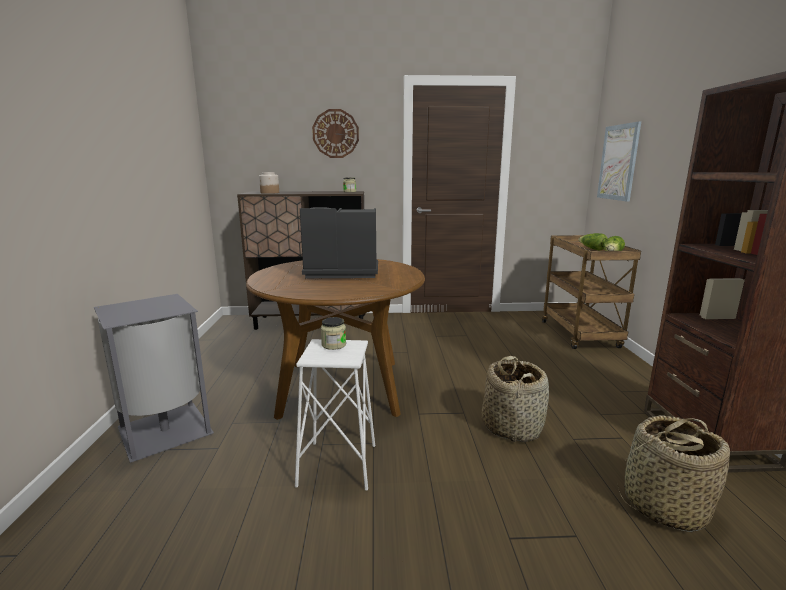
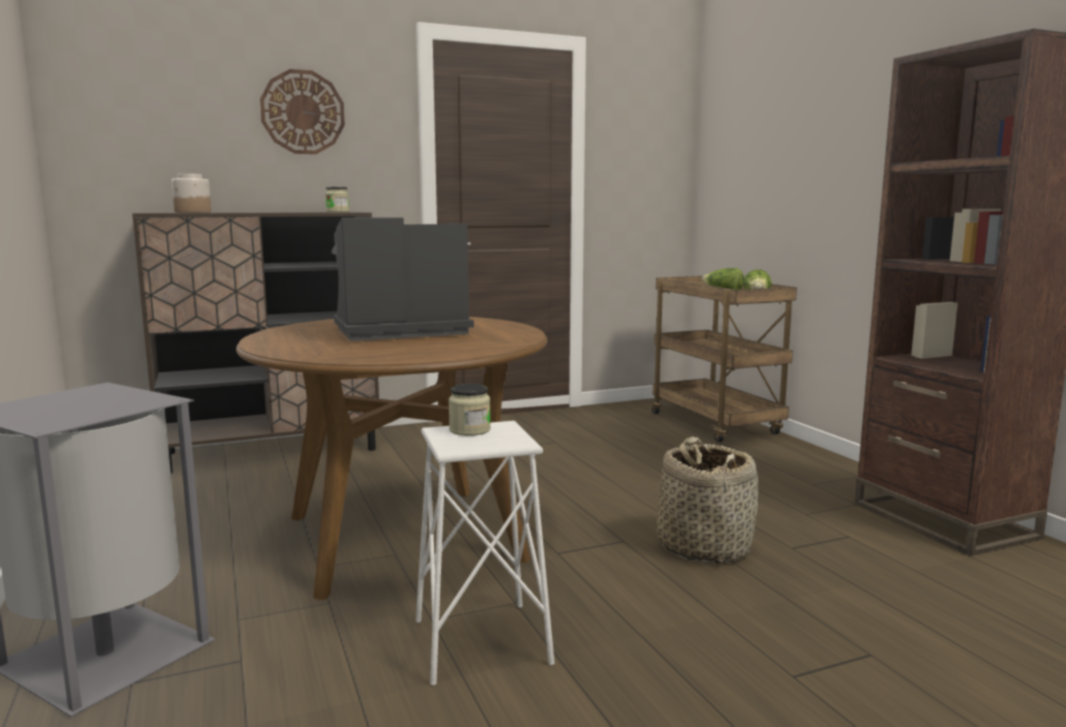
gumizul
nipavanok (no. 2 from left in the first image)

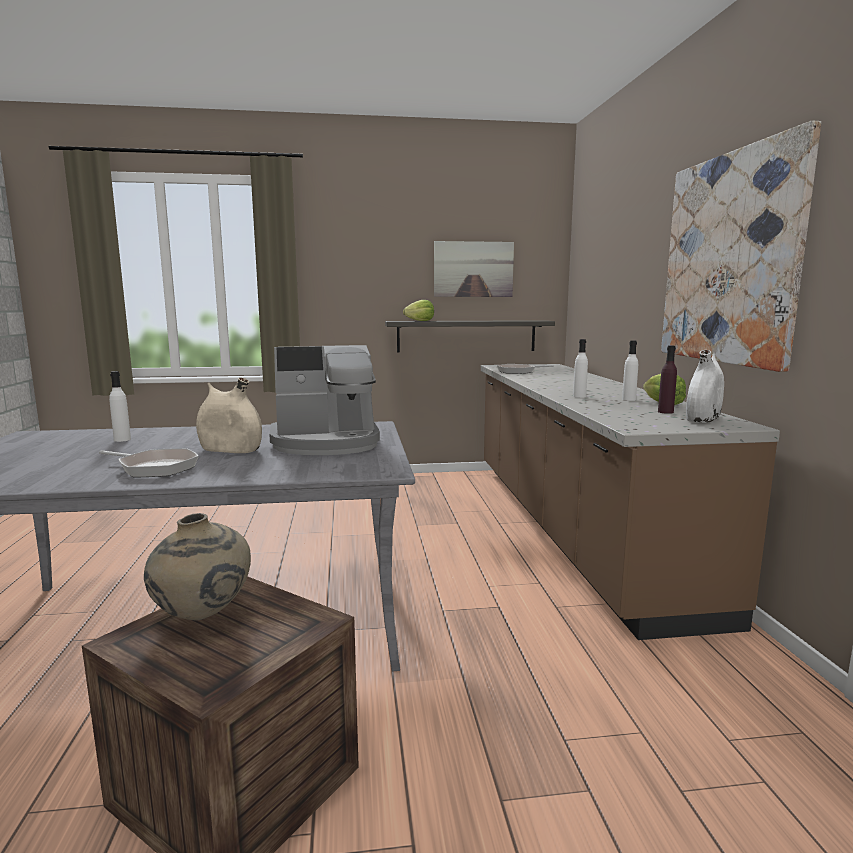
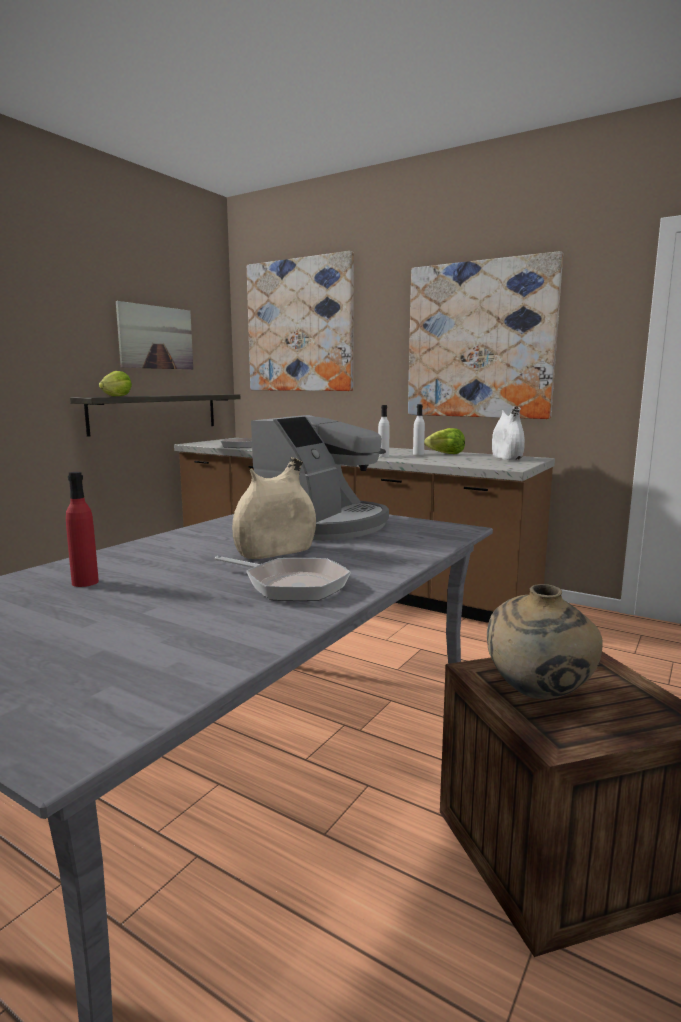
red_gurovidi
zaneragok (no. 2 from left)
gumizul (no. 2 from left)
purple_gurovidi

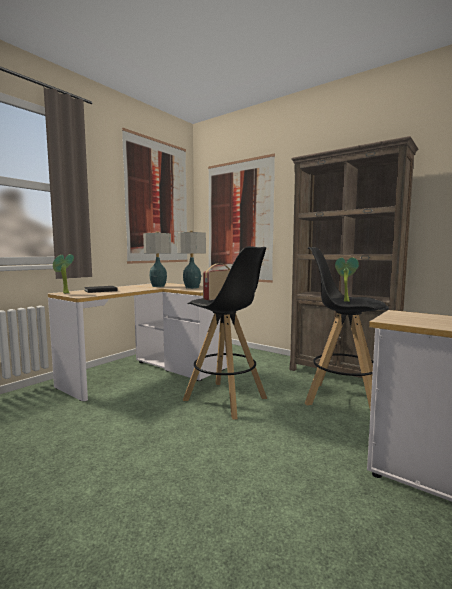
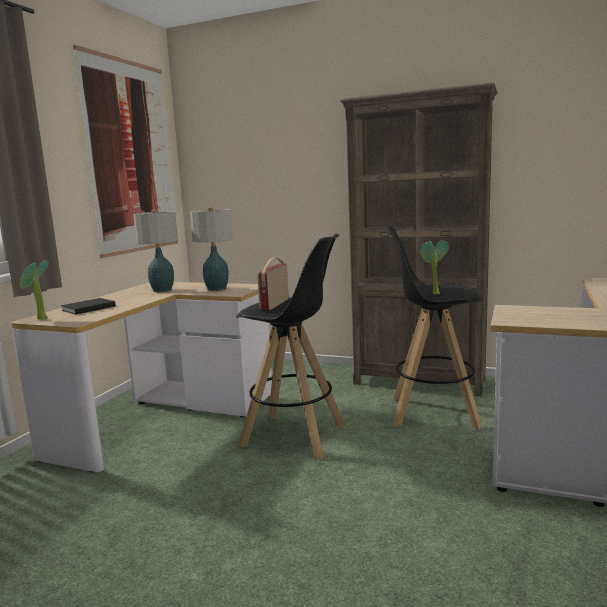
gumizul (no. 2 from left in the first image)

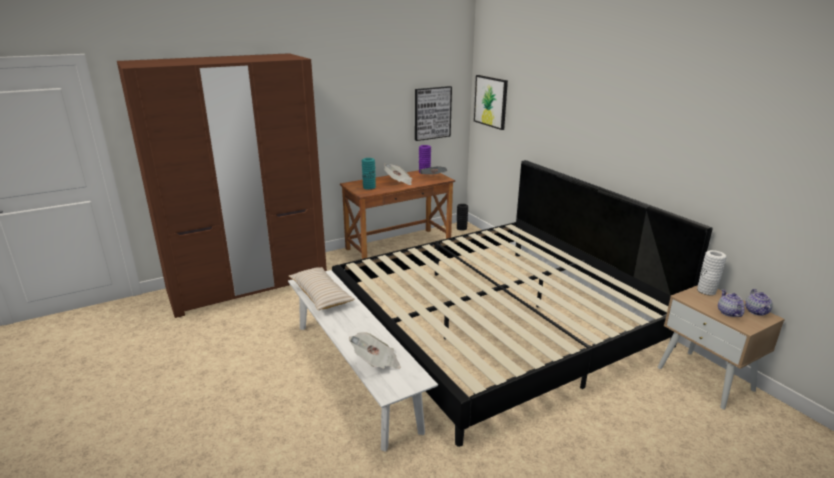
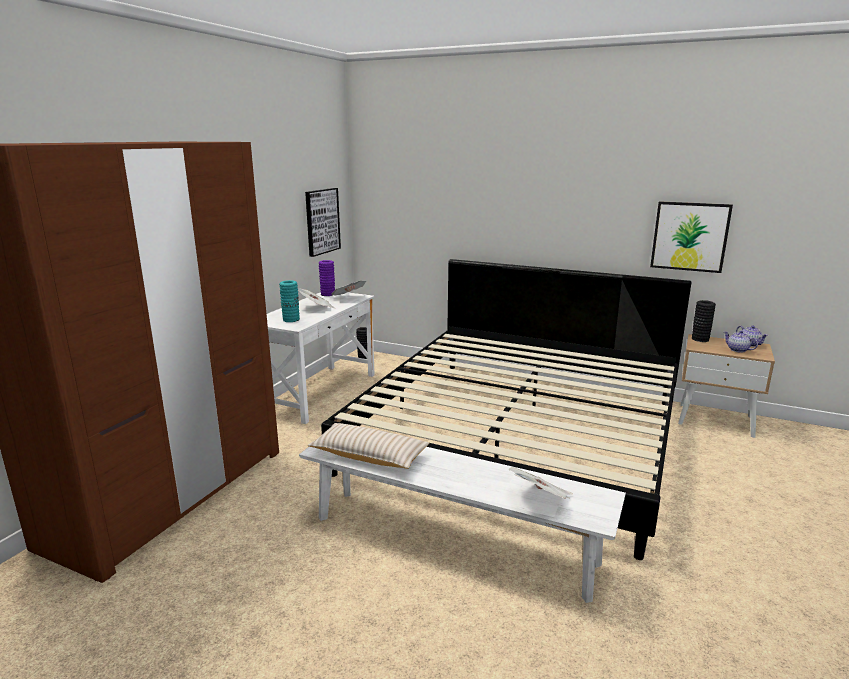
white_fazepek
gumizul (no. 2 from left)
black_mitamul (no. 2 from left)

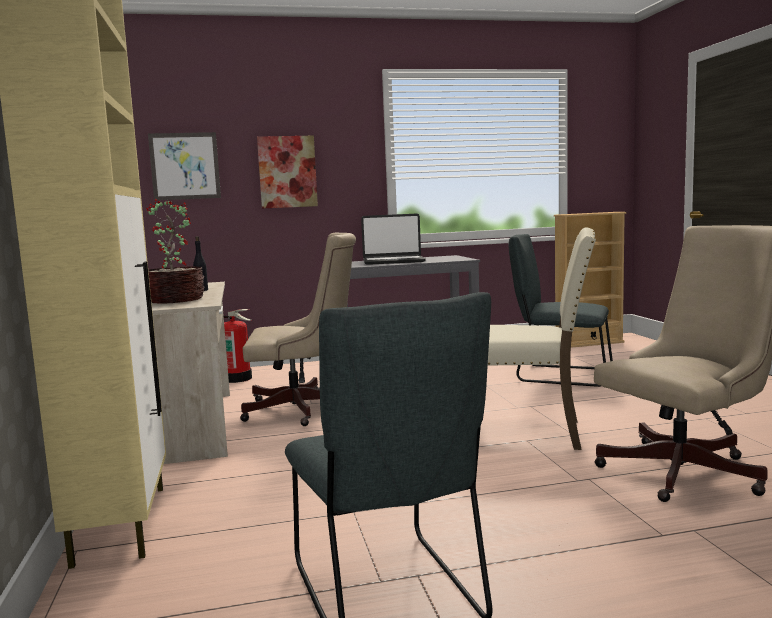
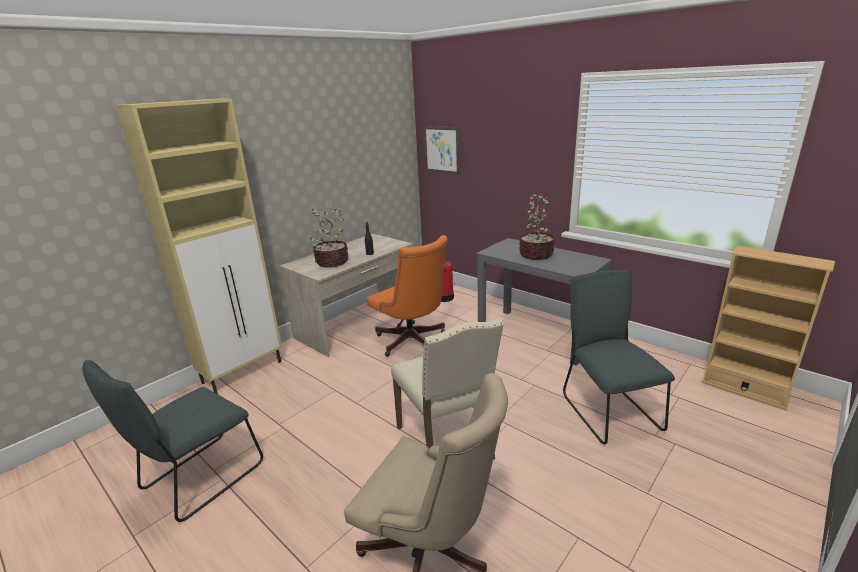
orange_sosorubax
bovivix (no. 2 from left)
gumizul (no. 2 from left in the first image)

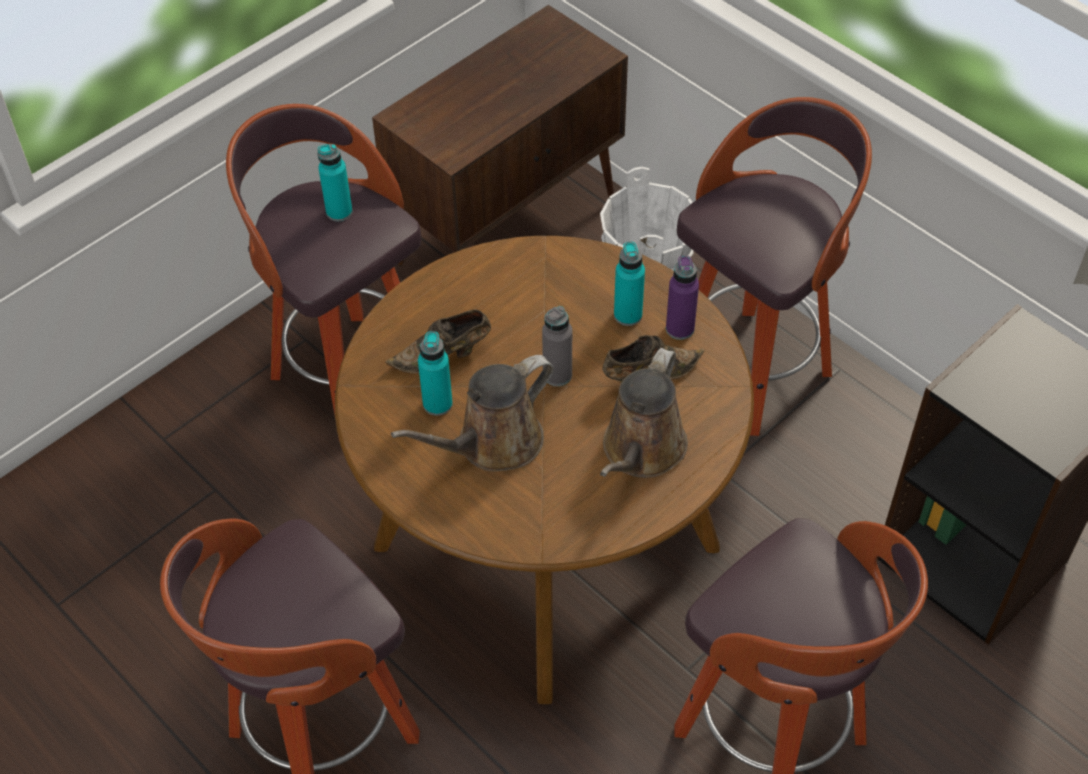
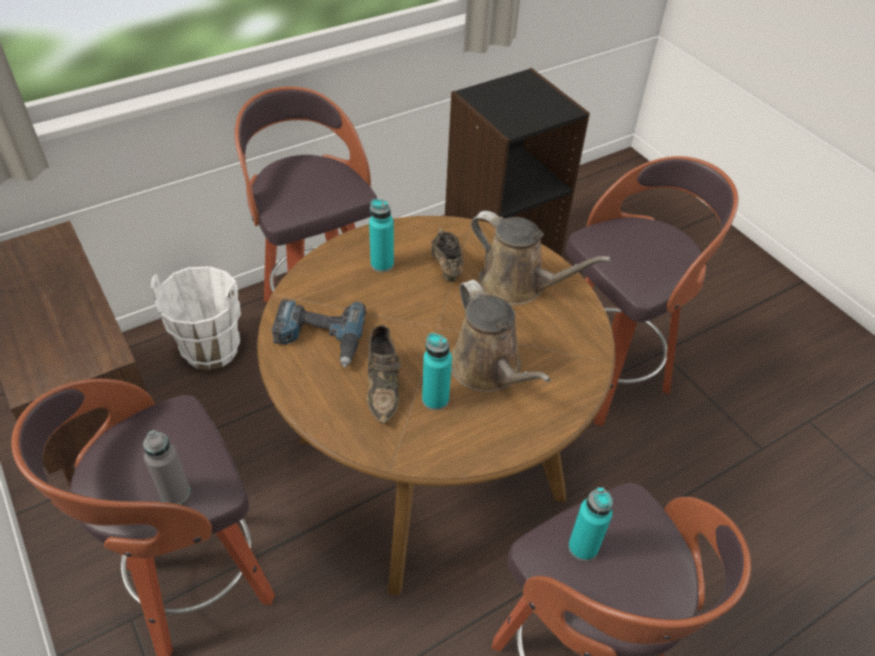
grey_gurovidi
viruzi
turquoise_gurovidi (no. 3 from left)
purple_gurovidi

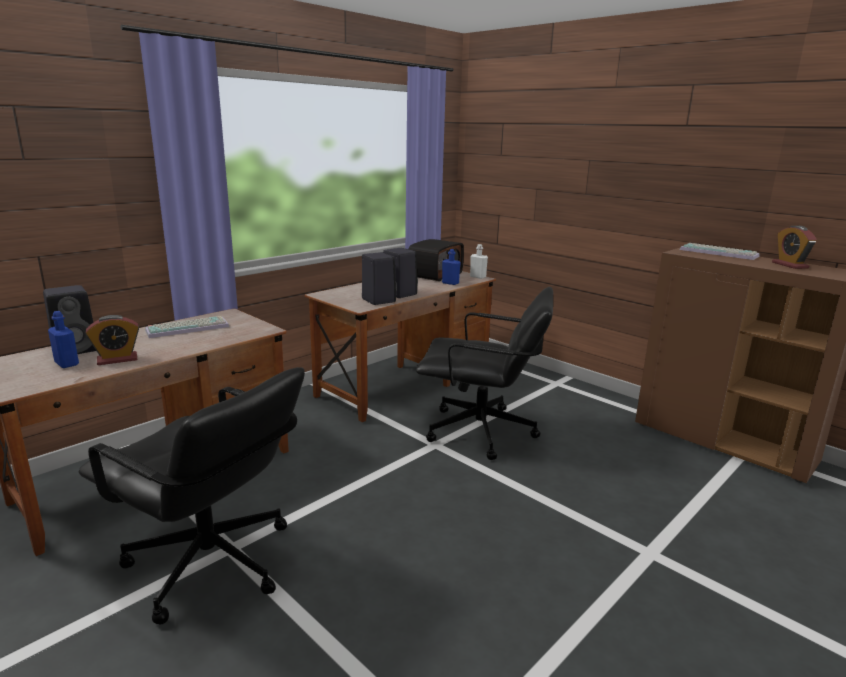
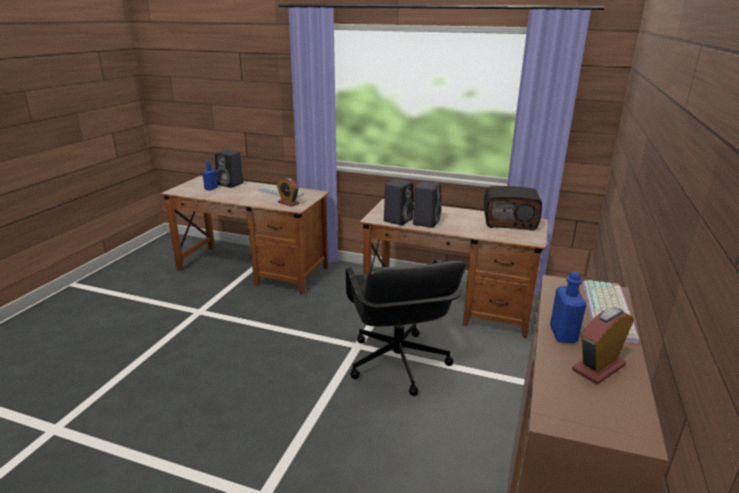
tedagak (no. 1 from left)
blue_gurovidi (no. 2 from left)
black_sosorubax (no. 1 from left in the first image)
white_gurovidi

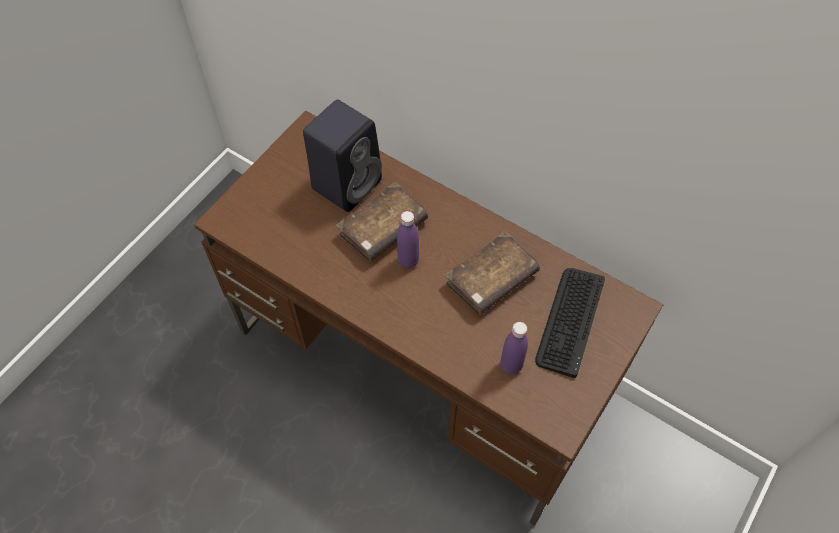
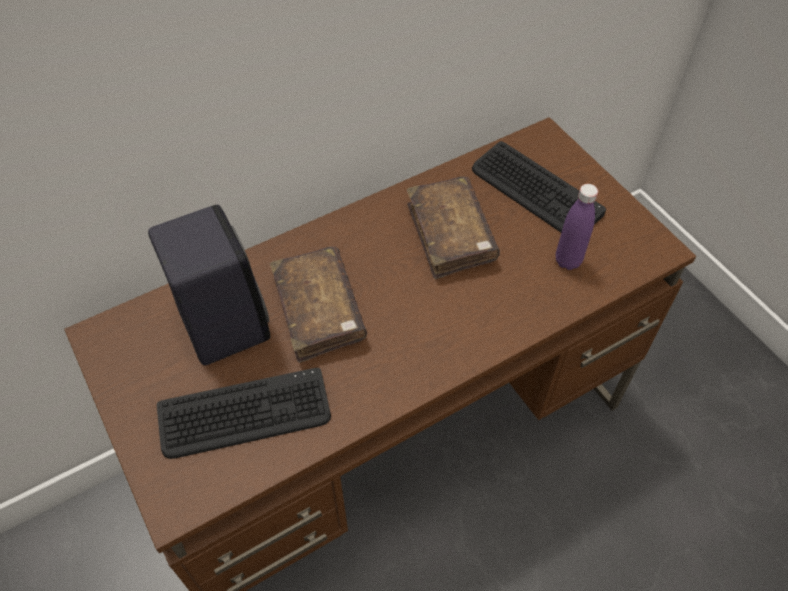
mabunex (no. 1 from left)
purple_gurovidi (no. 1 from left in the first image)

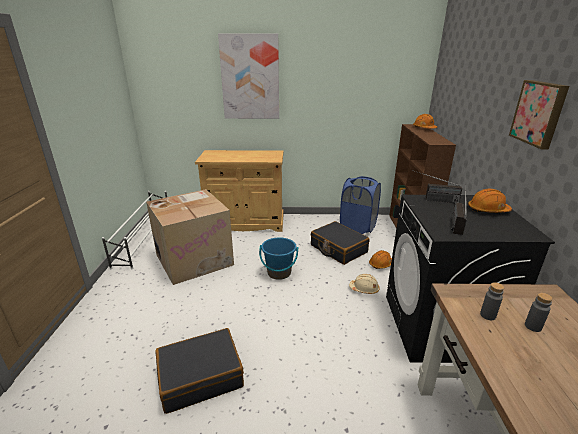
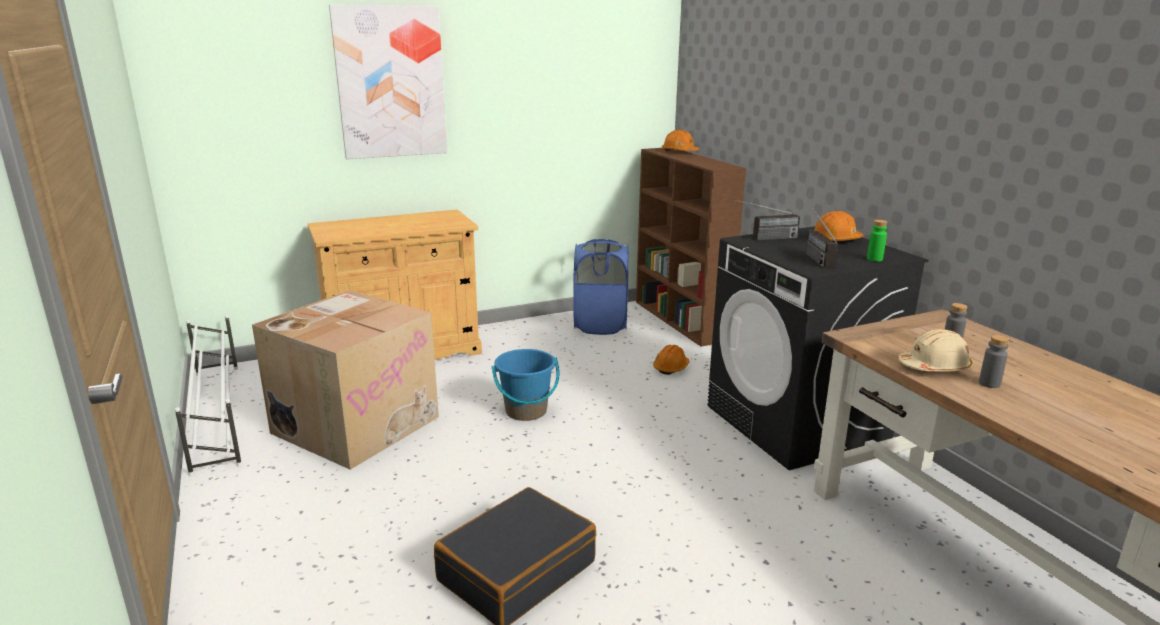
green_gurovidi
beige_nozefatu
grey_gurovidi (no. 2 from left)
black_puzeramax (no. 2 from left in the first image)
gumizul (no. 2 from left in the first image)

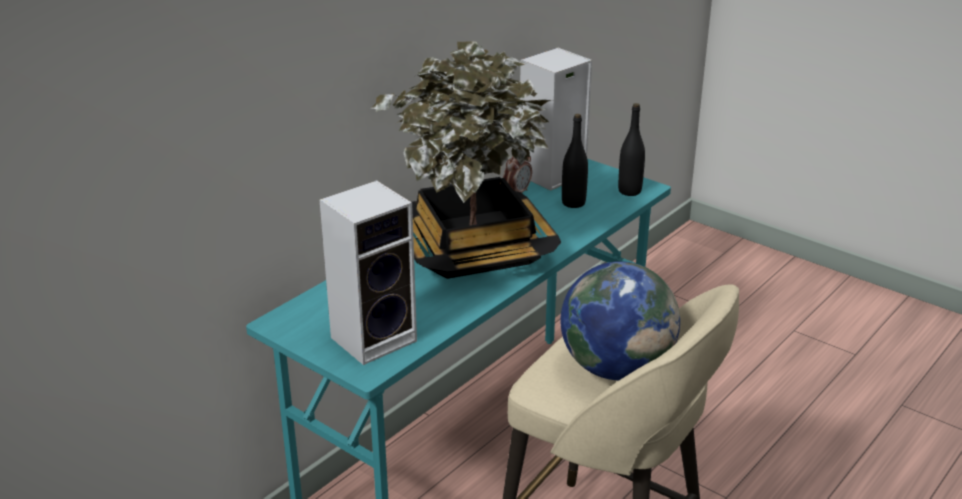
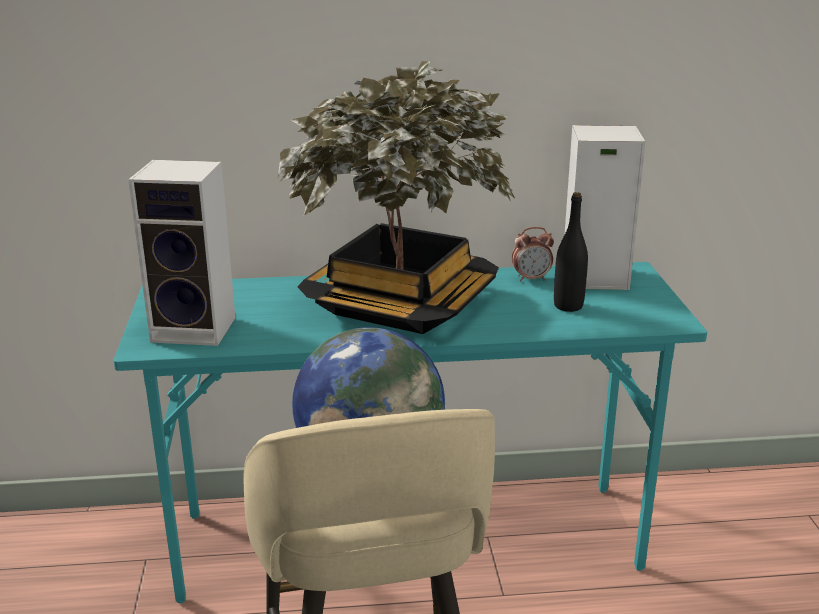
black_gurovidi (no. 2 from left in the first image)

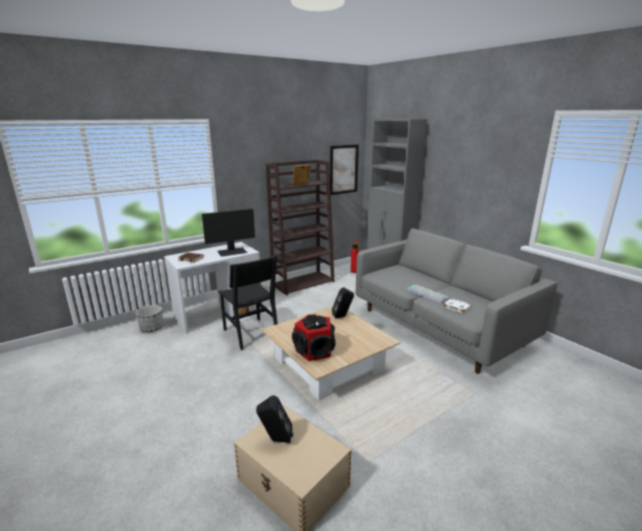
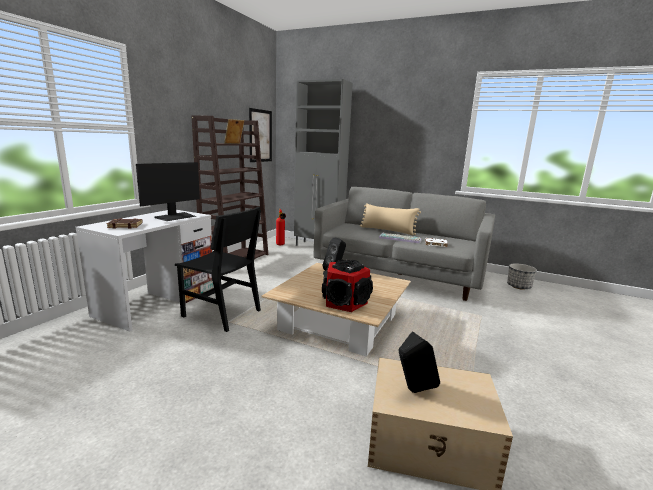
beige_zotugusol
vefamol

